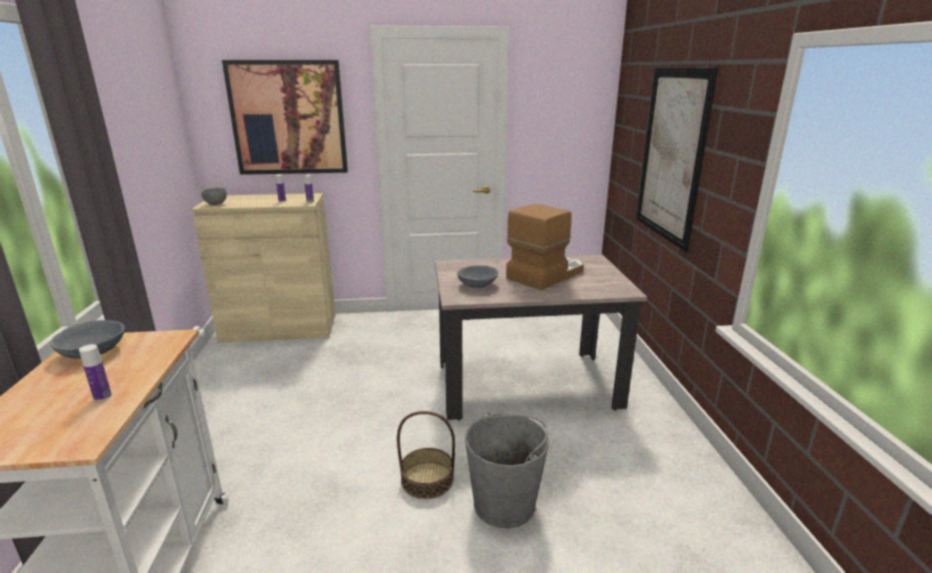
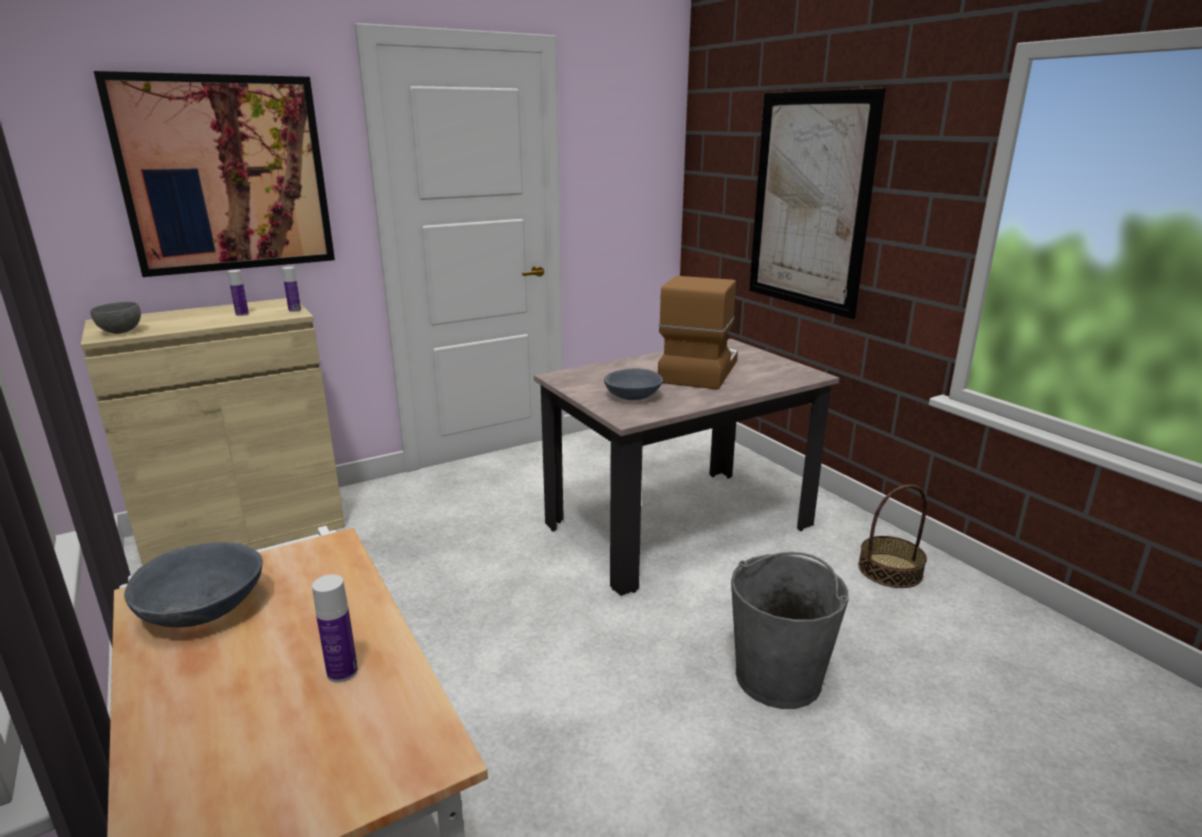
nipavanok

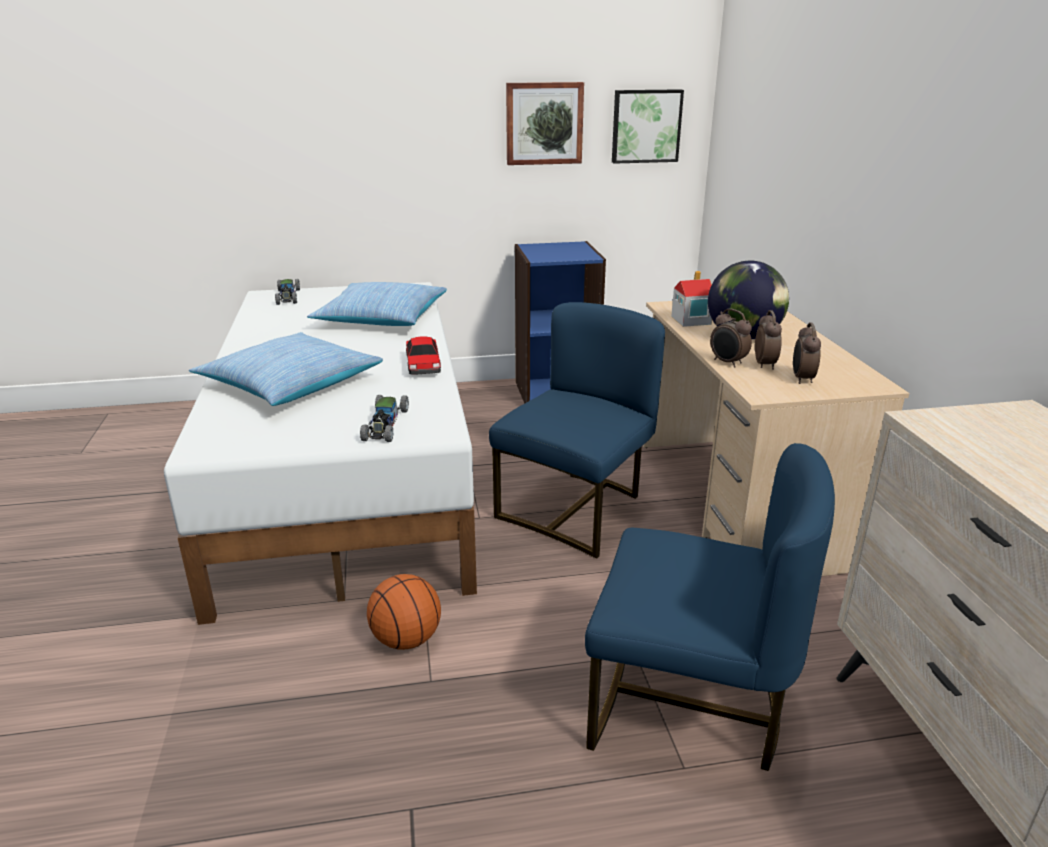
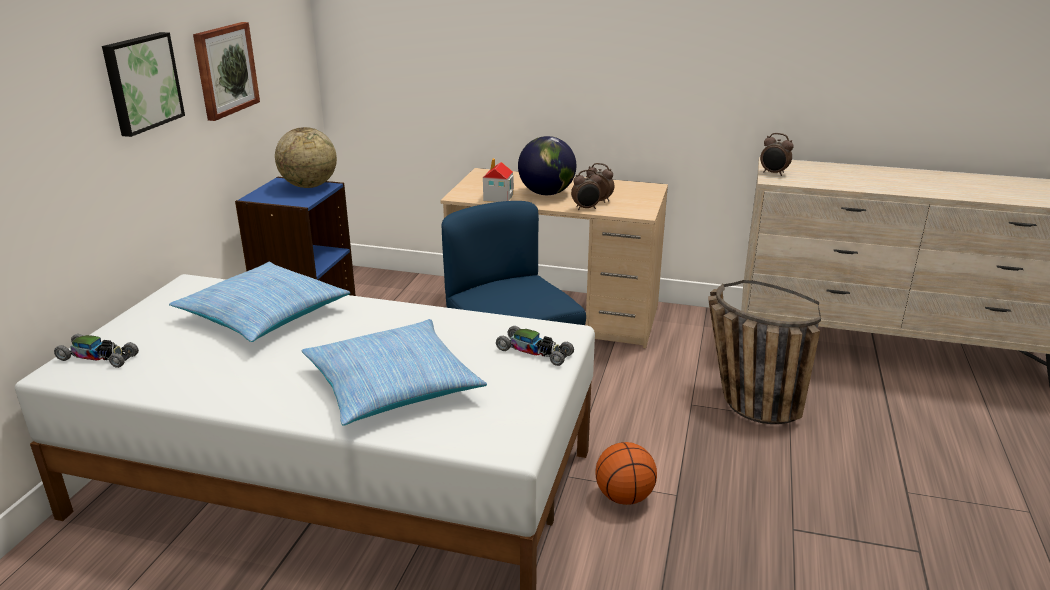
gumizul (no. 1 from left)
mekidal (no. 1 from left)
nipavanok
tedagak (no. 3 from left)
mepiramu (no. 3 from left in the first image)

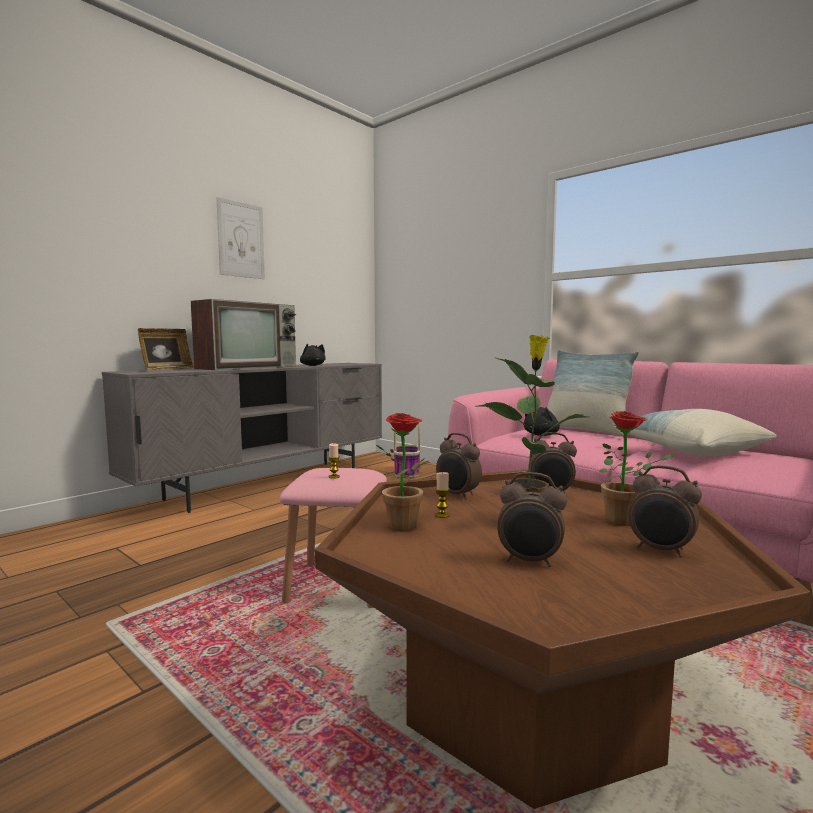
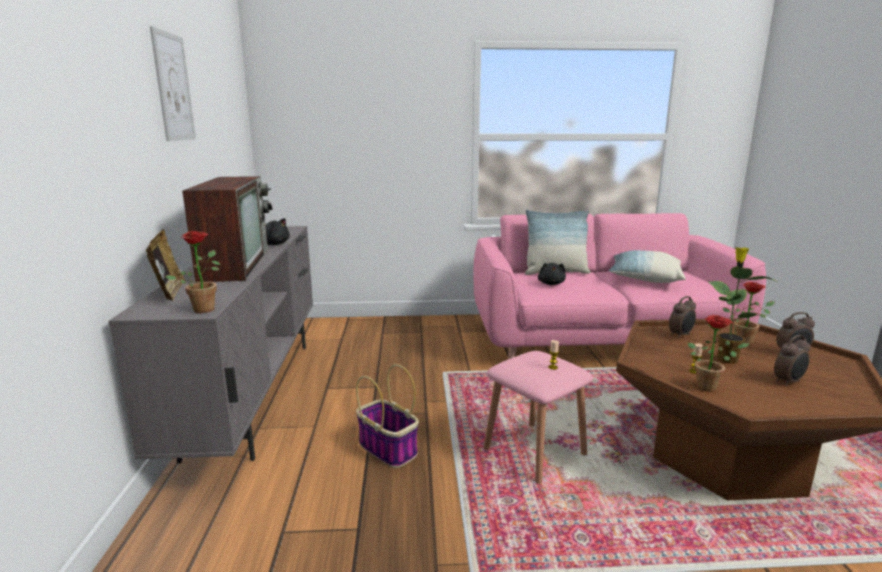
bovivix (no. 1 from left)
nipavanok
tedagak (no. 1 from left in the first image)

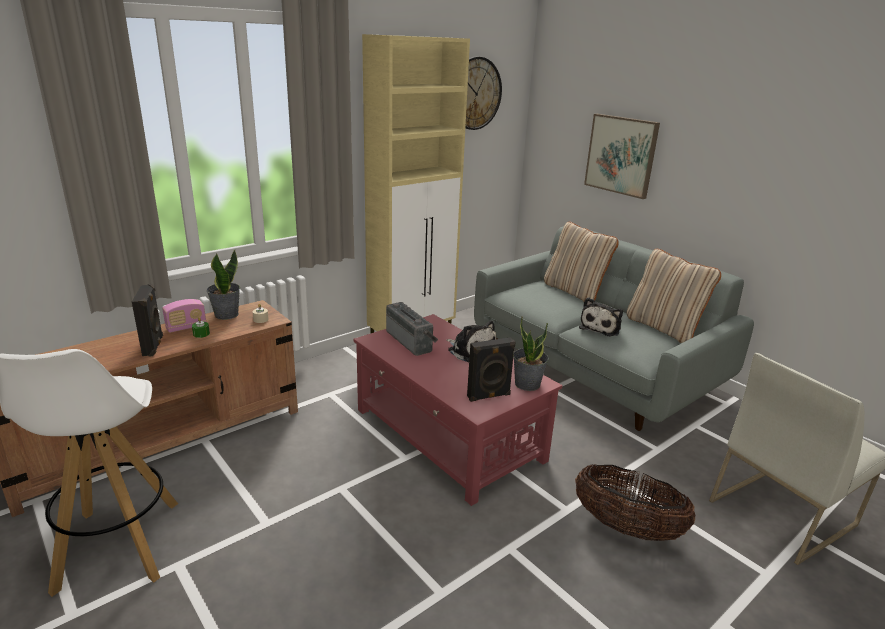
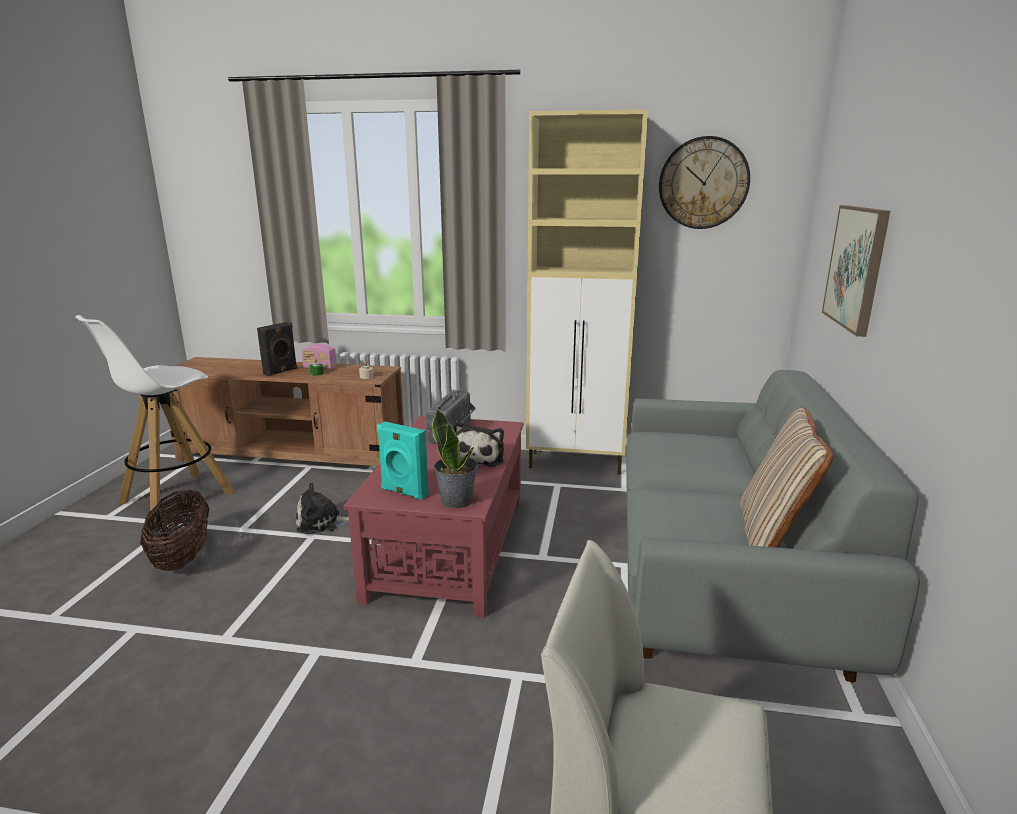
nipavanok
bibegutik (no. 1 from left)
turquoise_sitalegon
bovivix (no. 1 from left in the first image)
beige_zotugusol (no. 1 from left in the first image)

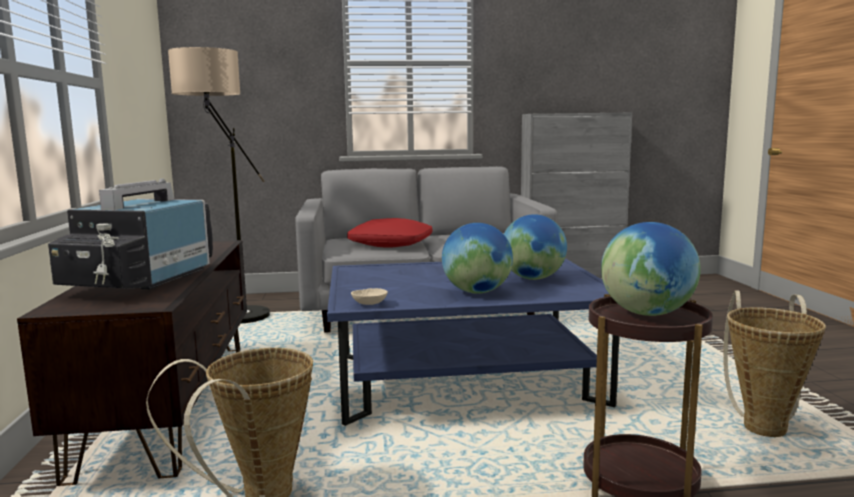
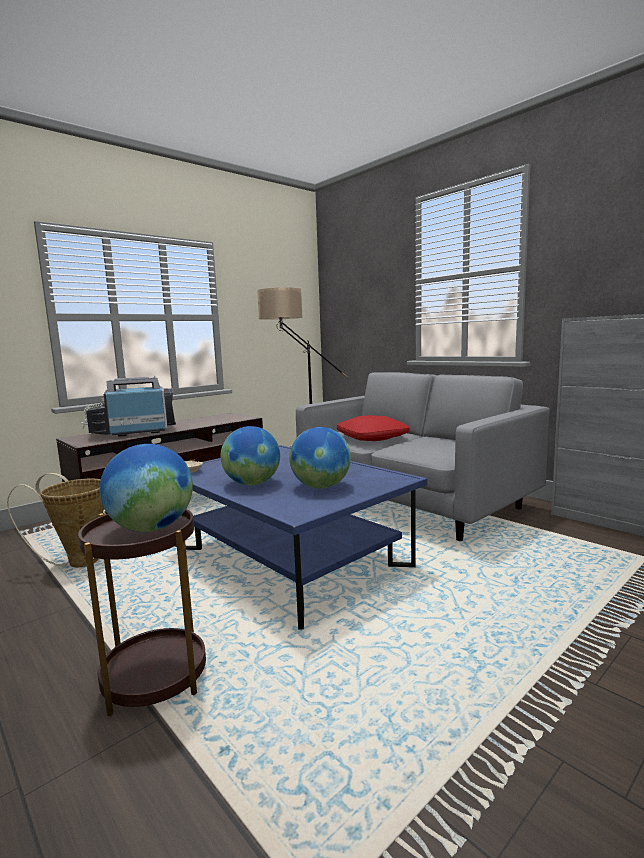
nipavanok (no. 2 from left in the first image)

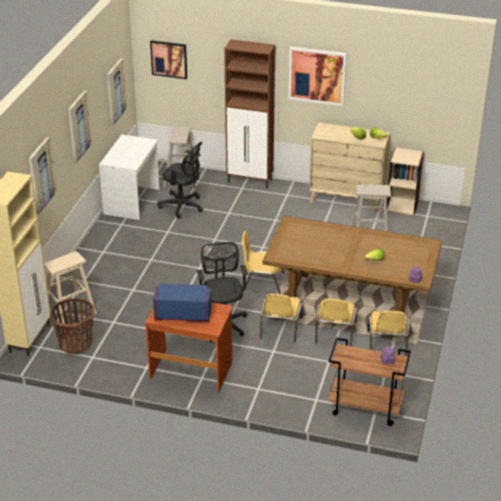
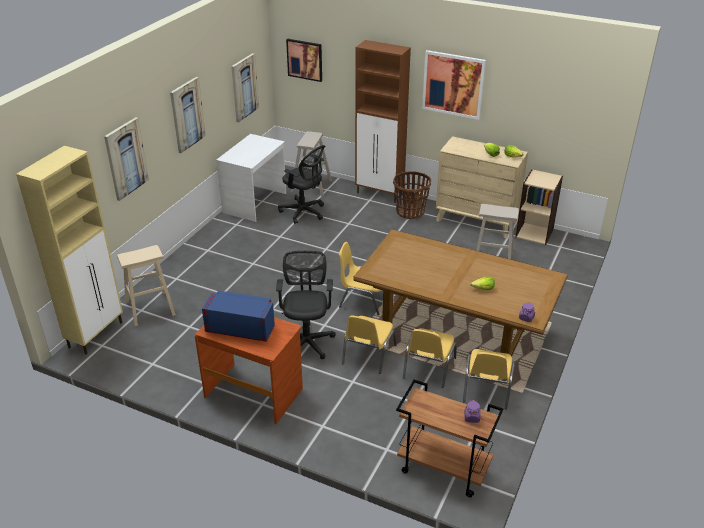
nipavanok

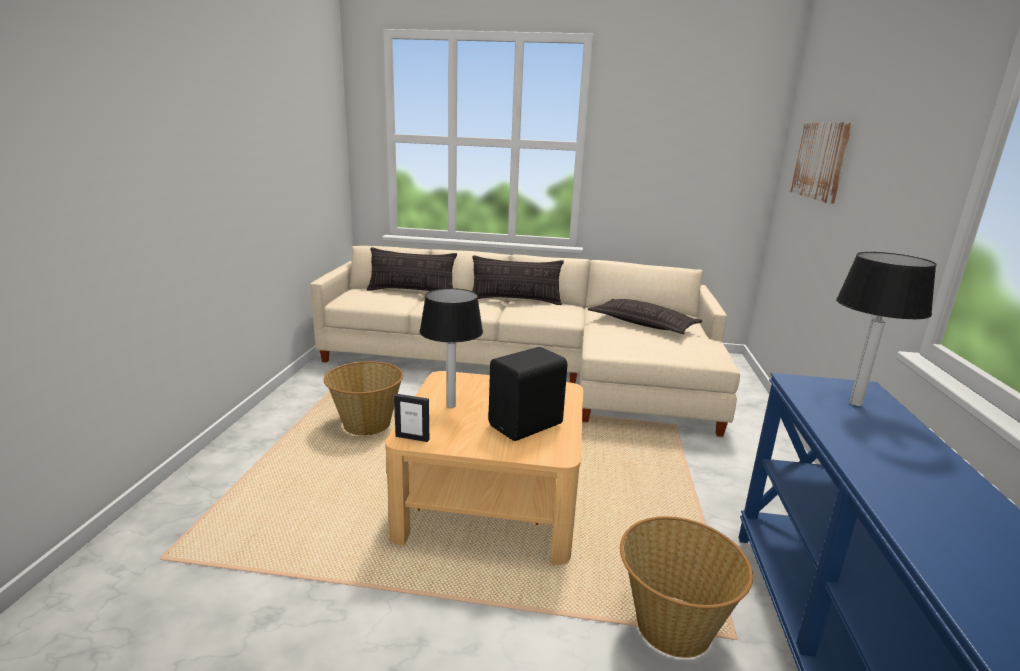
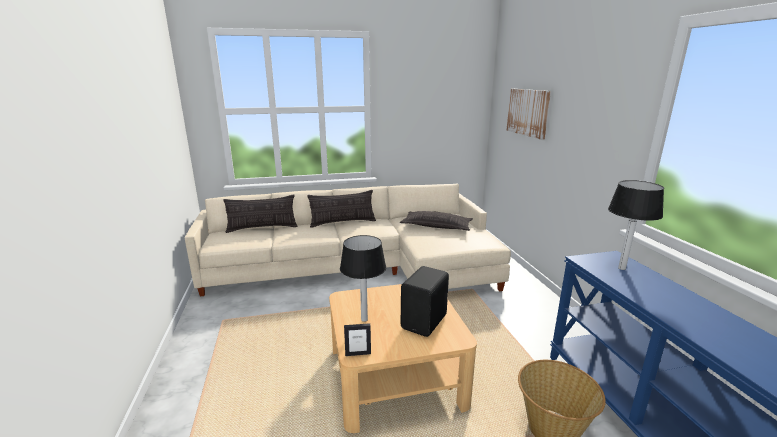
nipavanok (no. 1 from left in the first image)

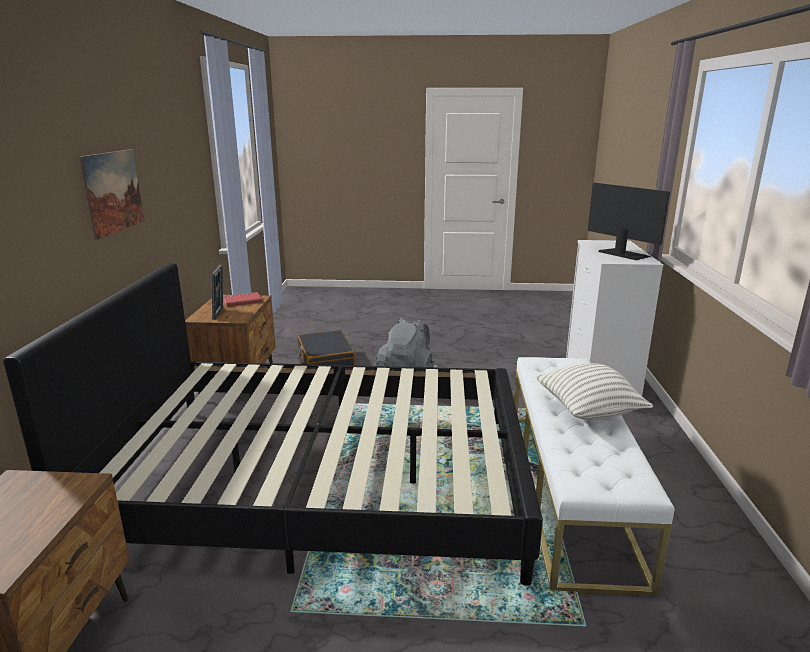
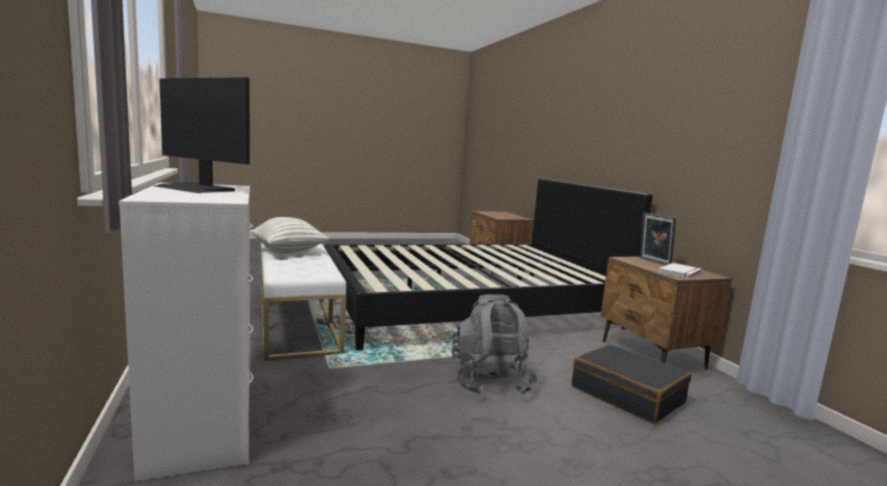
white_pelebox
gumizul

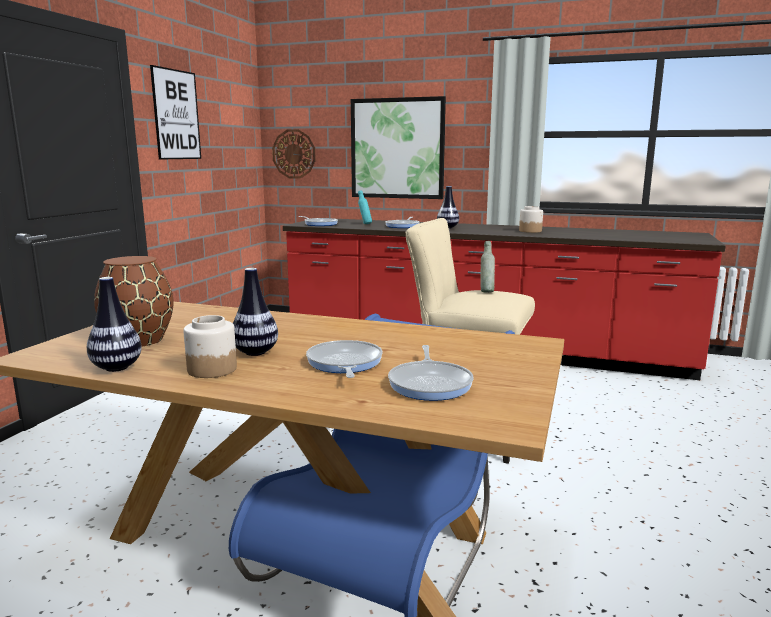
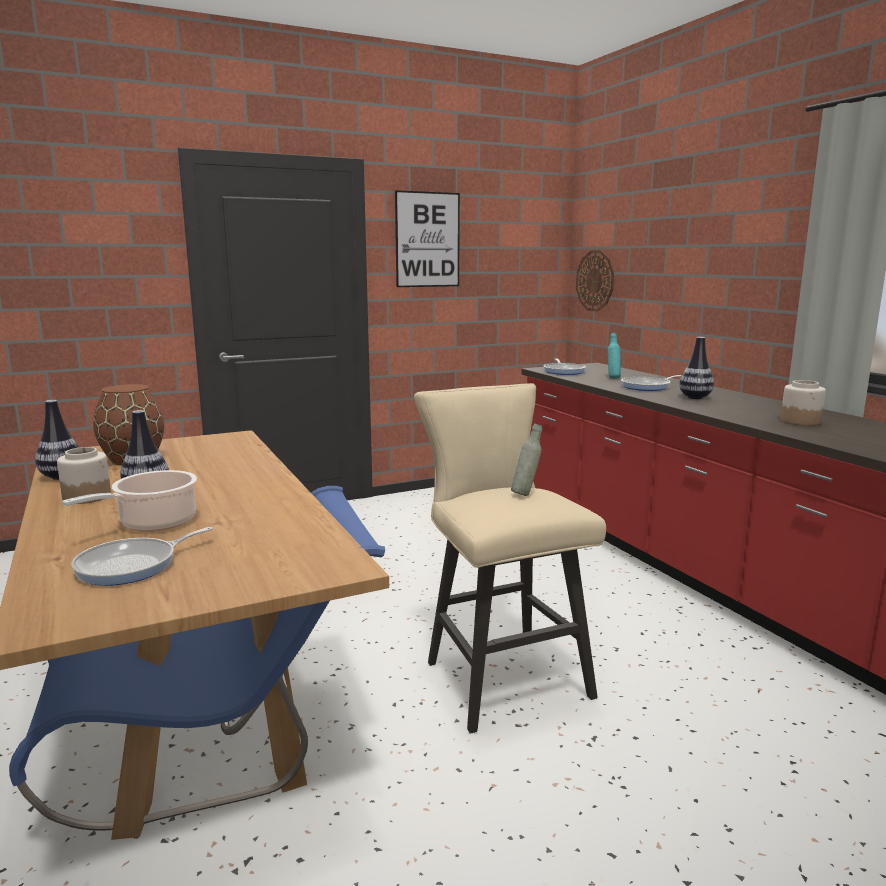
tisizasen
gumizul (no. 2 from left in the first image)

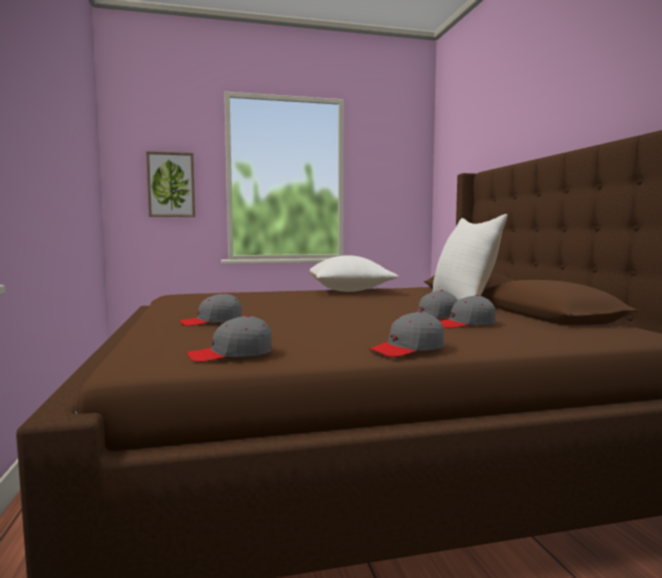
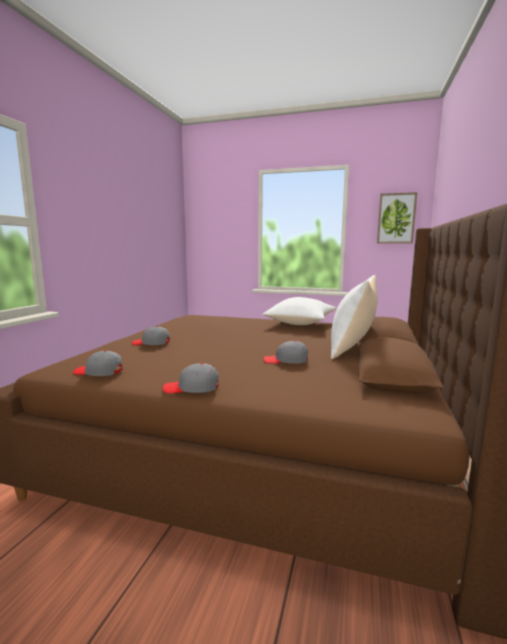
gumizul
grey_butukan (no. 5 from left in the first image)

